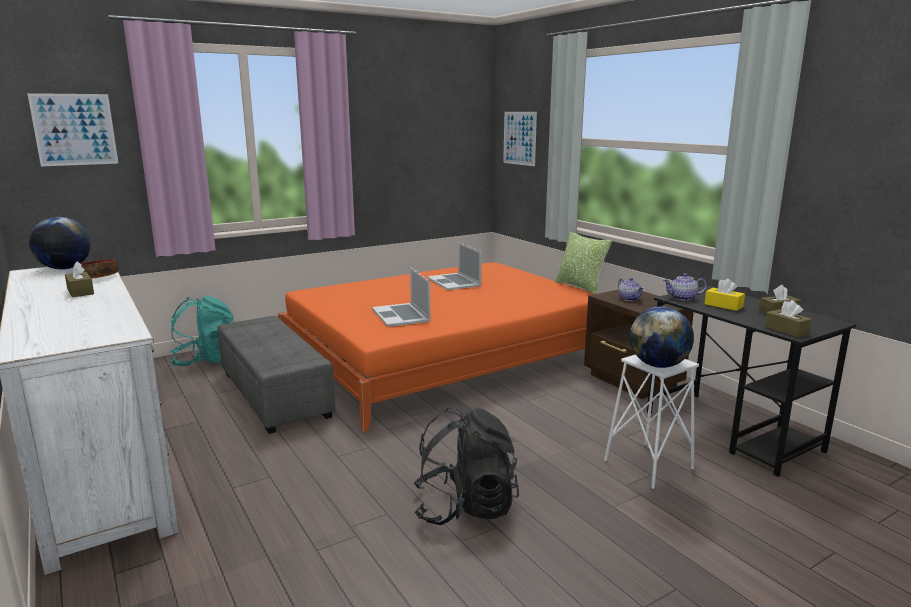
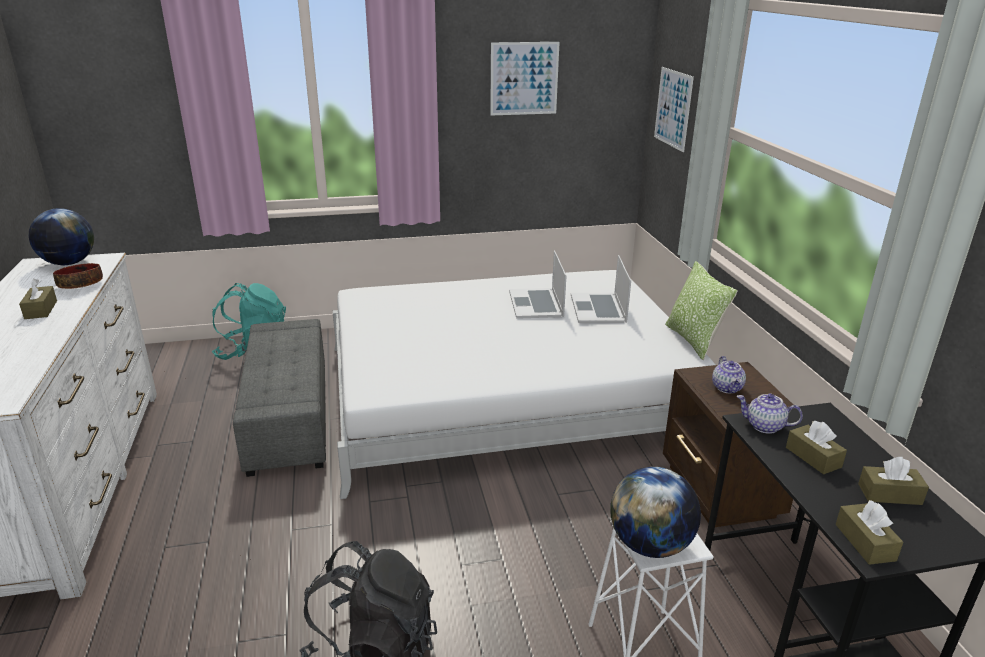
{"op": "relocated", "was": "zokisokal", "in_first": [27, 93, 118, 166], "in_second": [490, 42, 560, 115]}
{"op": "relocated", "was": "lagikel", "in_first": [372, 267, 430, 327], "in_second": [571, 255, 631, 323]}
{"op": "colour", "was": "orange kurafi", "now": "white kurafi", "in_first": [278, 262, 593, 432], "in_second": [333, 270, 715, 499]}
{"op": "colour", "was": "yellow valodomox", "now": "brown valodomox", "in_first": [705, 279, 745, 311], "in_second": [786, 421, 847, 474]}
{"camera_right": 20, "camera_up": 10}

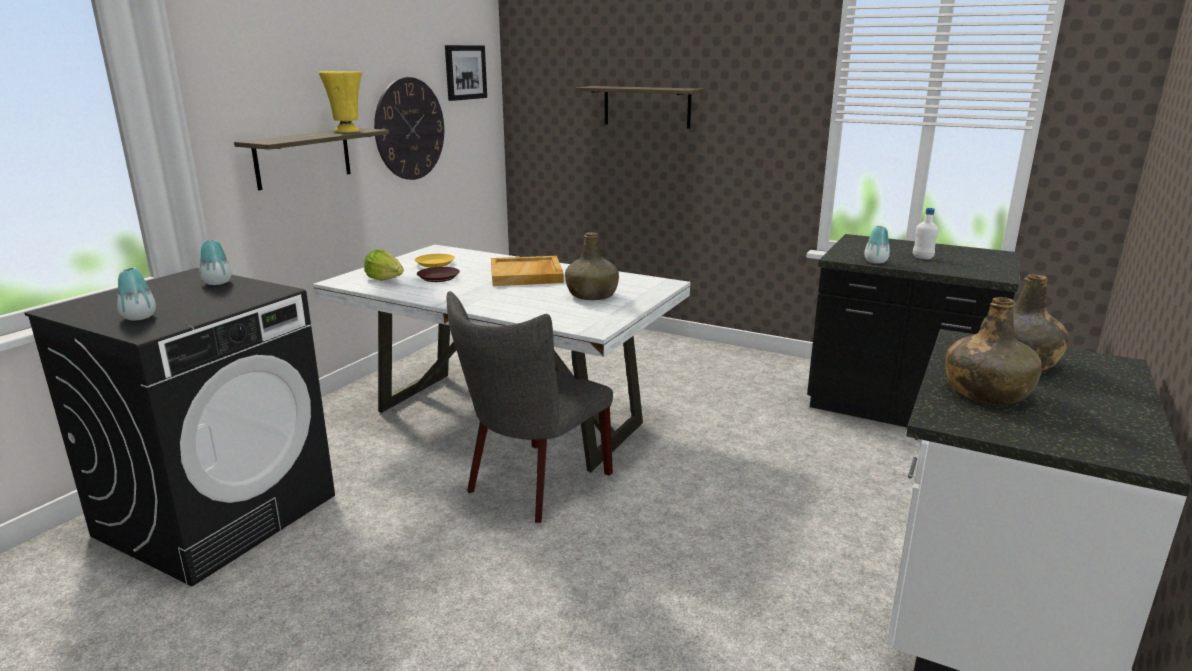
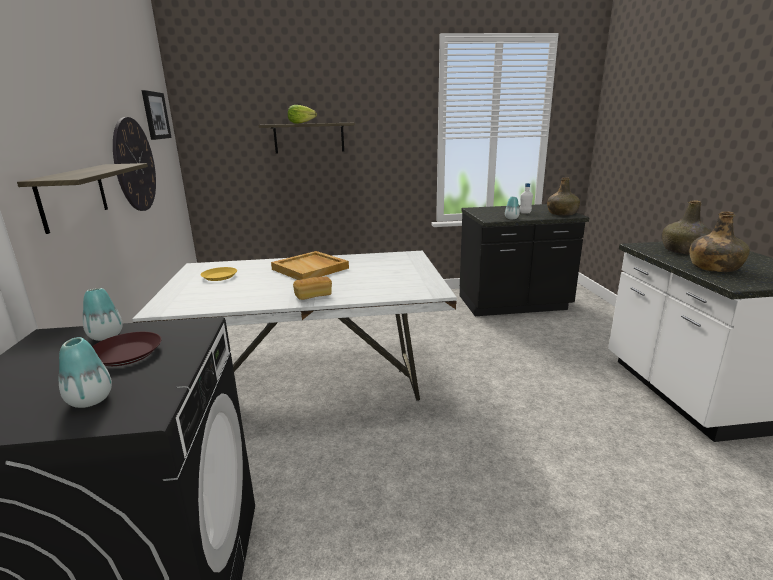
{"op": "missing", "was": "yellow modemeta", "in_first": [319, 71, 362, 133]}
{"op": "missing", "was": "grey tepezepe", "in_first": [447, 291, 613, 523]}
{"op": "appeared", "now": "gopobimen", "in_second": [293, 276, 332, 300]}
{"op": "relocated", "was": "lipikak", "in_first": [364, 250, 404, 281], "in_second": [287, 105, 317, 124]}
{"op": "relocated", "was": "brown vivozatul", "in_first": [417, 267, 460, 282], "in_second": [92, 332, 161, 366]}
{"op": "relocated", "was": "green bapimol", "in_first": [565, 232, 619, 300], "in_second": [547, 178, 580, 216]}
{"camera_right": -35, "camera_up": 0}

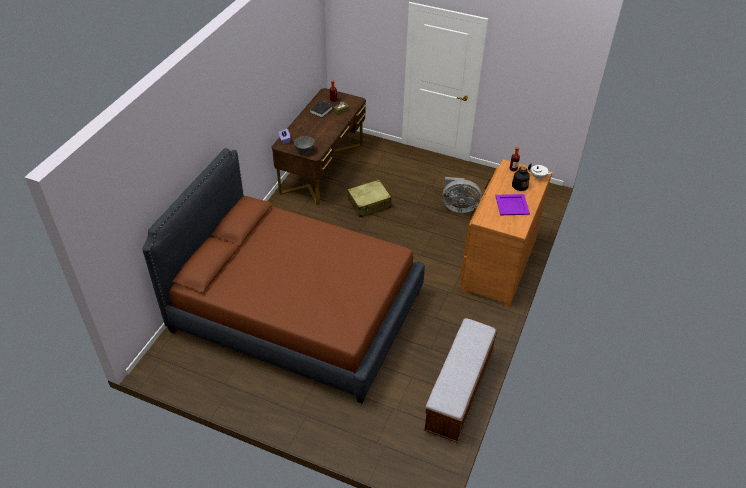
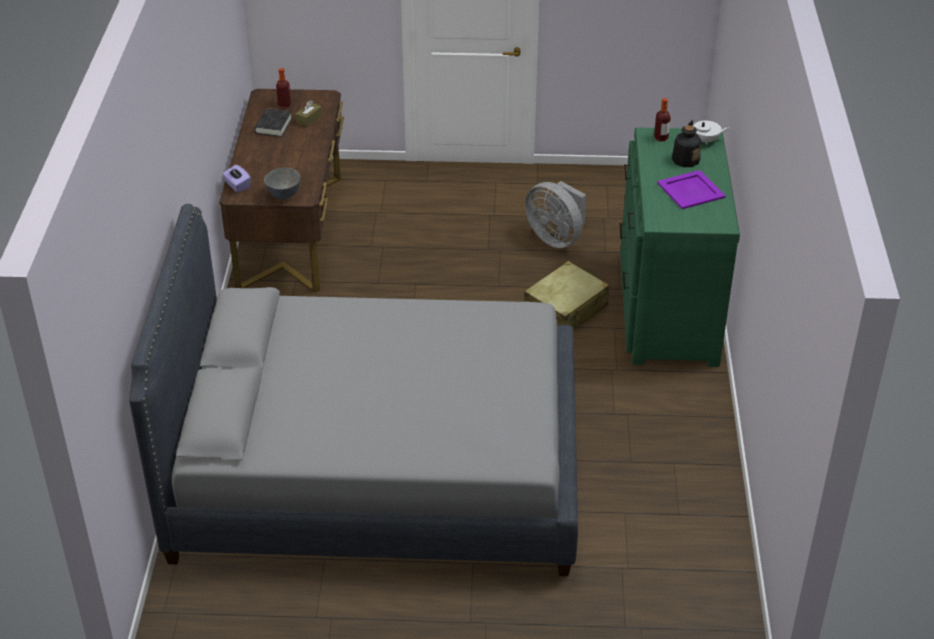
{"op": "missing", "was": "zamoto", "in_first": [424, 318, 498, 443]}
{"op": "relocated", "was": "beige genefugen", "in_first": [347, 180, 391, 218], "in_second": [524, 261, 609, 330]}
{"op": "colour", "was": "brown kurafi", "now": "grey kurafi", "in_first": [142, 148, 425, 404], "in_second": [129, 204, 578, 576]}
{"op": "colour", "was": "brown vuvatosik", "now": "green vuvatosik", "in_first": [460, 159, 552, 308], "in_second": [620, 127, 740, 367]}
{"op": "spun", "was": "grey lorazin", "in_first": [442, 177, 482, 213], "in_second": [525, 181, 586, 248], "clockwise": 60}
{"camera_right": -20, "camera_up": -5}

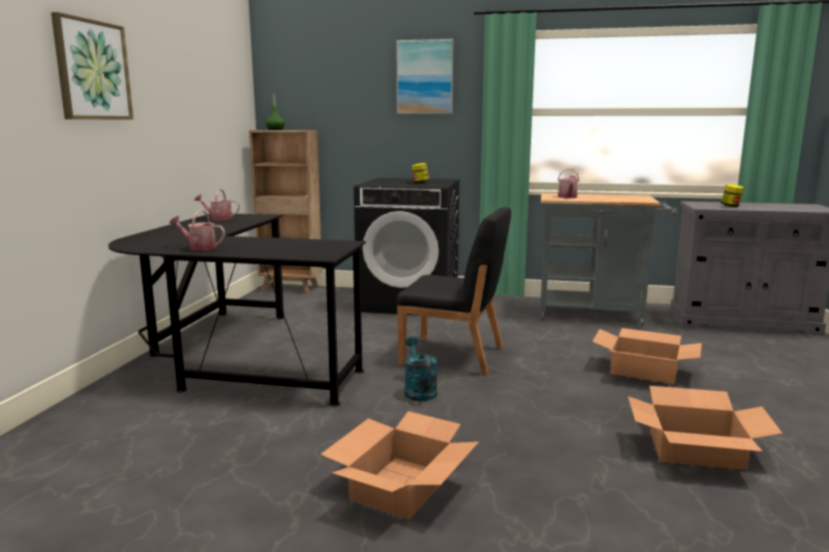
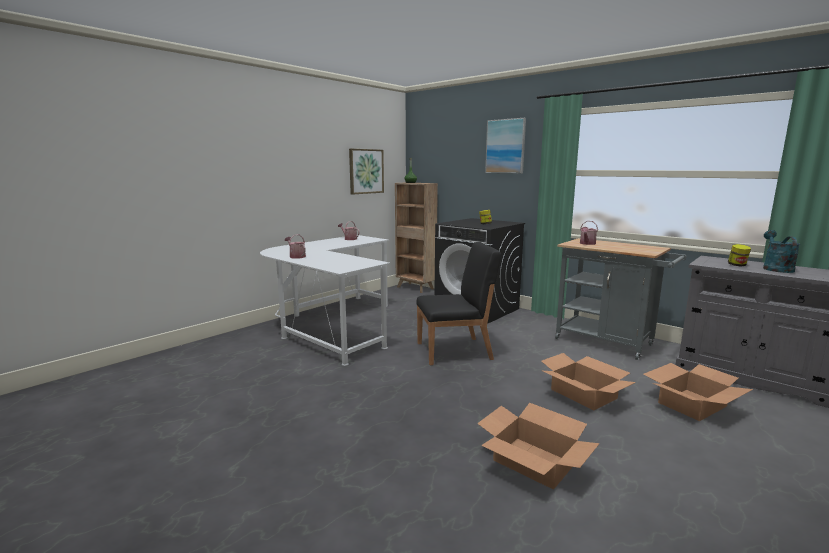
{"op": "relocated", "was": "zokisokal", "in_first": [51, 12, 133, 120], "in_second": [349, 149, 384, 194]}
{"op": "relocated", "was": "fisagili", "in_first": [320, 411, 479, 520], "in_second": [643, 363, 753, 421]}
{"op": "relocated", "was": "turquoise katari", "in_first": [404, 336, 438, 401], "in_second": [763, 230, 800, 273]}
{"op": "colour", "was": "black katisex", "now": "white katisex", "in_first": [108, 214, 366, 407], "in_second": [260, 235, 390, 366]}
{"op": "spun", "was": "black tepezepe", "in_first": [397, 207, 511, 375], "in_second": [416, 242, 501, 365], "clockwise": -60}
{"camera_right": 30, "camera_up": 0}

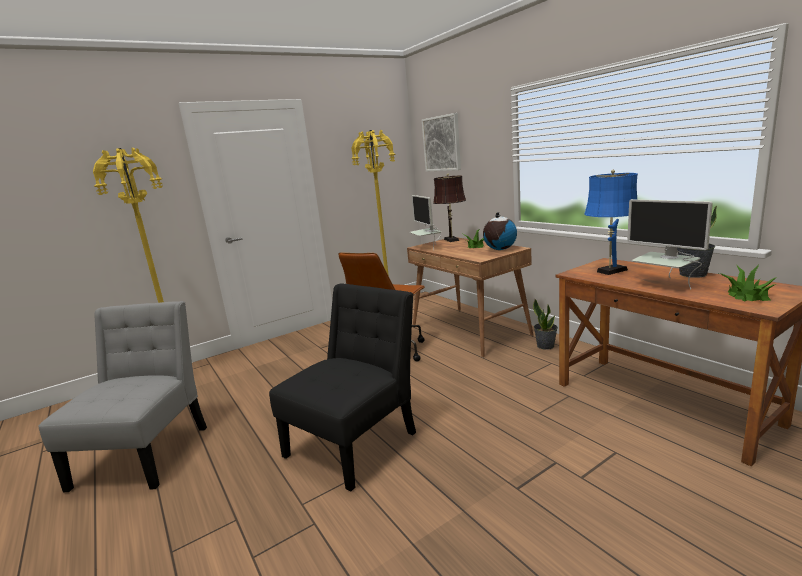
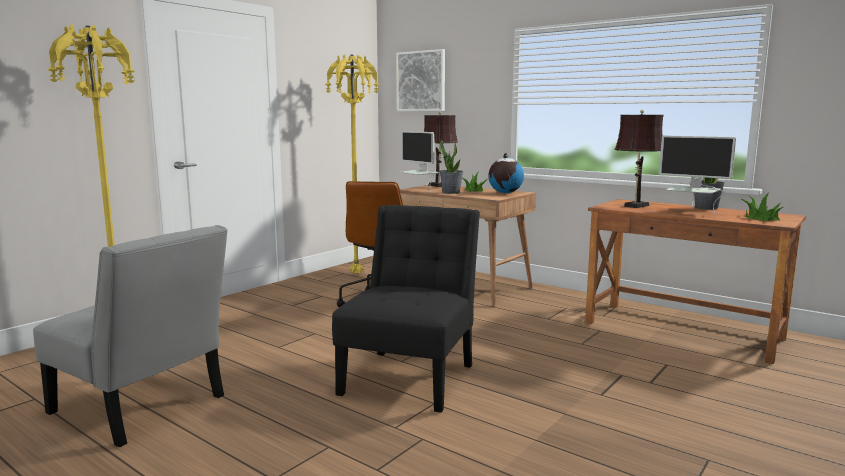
{"op": "relocated", "was": "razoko", "in_first": [533, 299, 558, 350], "in_second": [439, 139, 463, 194]}
{"op": "colour", "was": "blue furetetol", "now": "brown furetetol", "in_first": [584, 170, 638, 275], "in_second": [615, 110, 664, 208]}
{"op": "spun", "was": "grey tepezepe", "in_first": [39, 301, 207, 492], "in_second": [33, 225, 228, 447], "clockwise": 135}
{"camera_right": -20, "camera_up": -5}

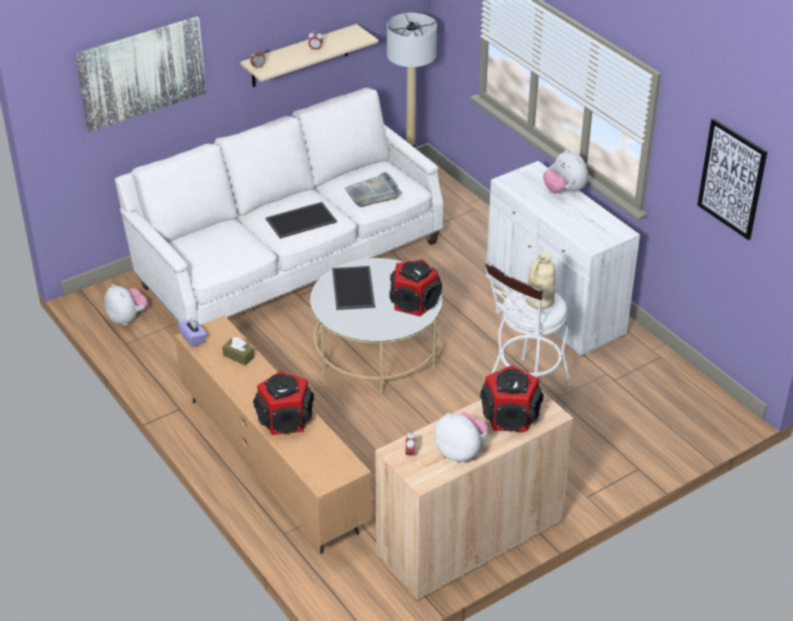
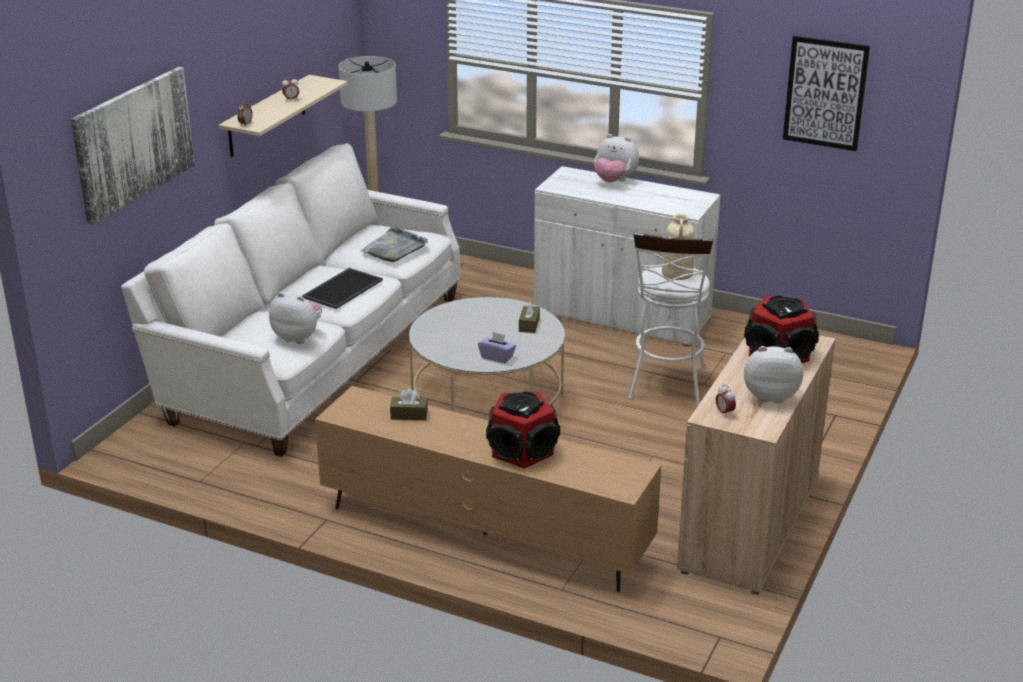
{"op": "missing", "was": "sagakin", "in_first": [332, 266, 375, 310]}
{"op": "relocated", "was": "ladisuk", "in_first": [104, 284, 148, 326], "in_second": [269, 293, 322, 344]}
{"op": "relocated", "was": "purple valodomox", "in_first": [178, 318, 207, 347], "in_second": [478, 332, 516, 364]}
{"op": "exchanged", "was": "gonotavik", "now": "brown valodomox", "in_first": [389, 259, 442, 316], "in_second": [519, 301, 540, 333]}
{"camera_right": -30, "camera_up": -10}

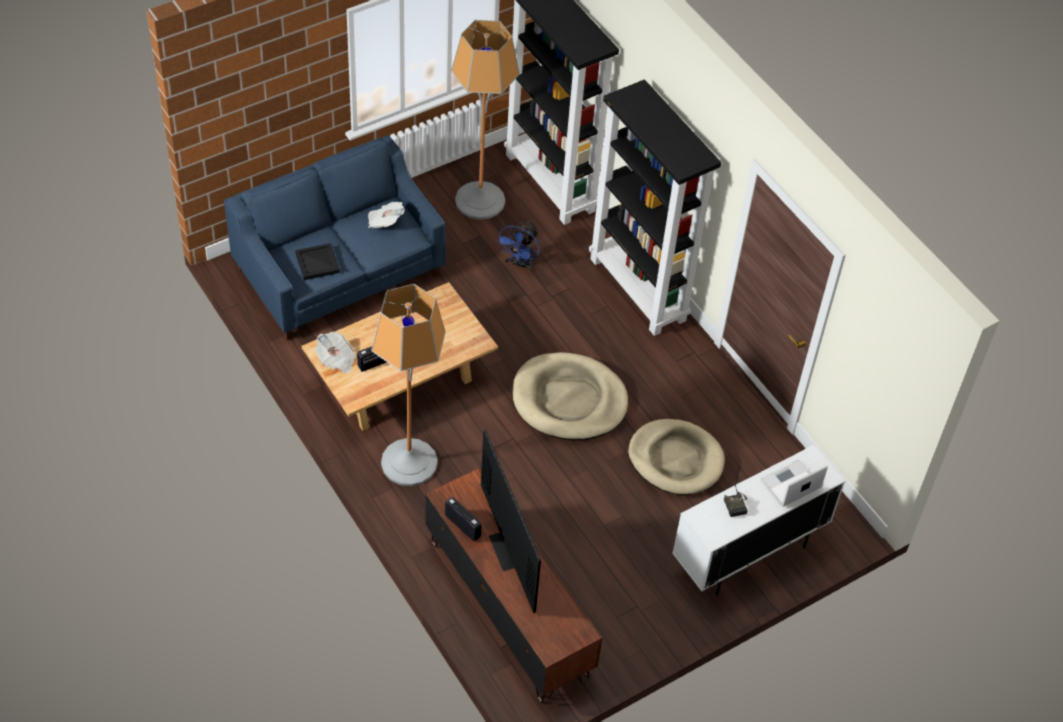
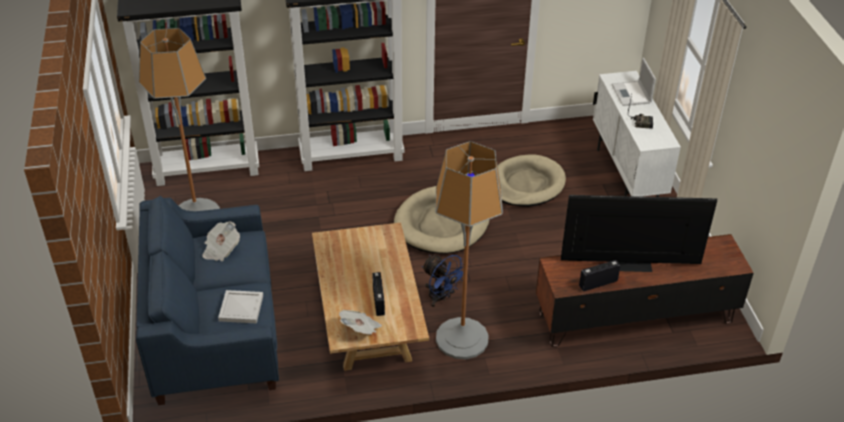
{"op": "relocated", "was": "blue lorazin", "in_first": [496, 220, 540, 272], "in_second": [422, 255, 464, 307]}
{"op": "colour", "was": "black sagakin", "now": "white sagakin", "in_first": [295, 243, 340, 280], "in_second": [218, 290, 263, 323]}
{"camera_right": -65, "camera_up": -10}

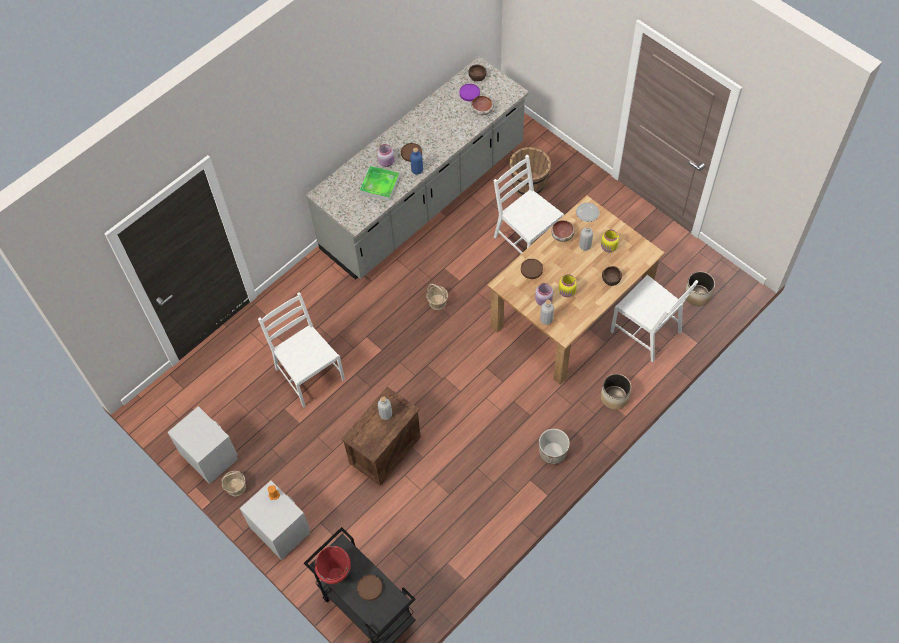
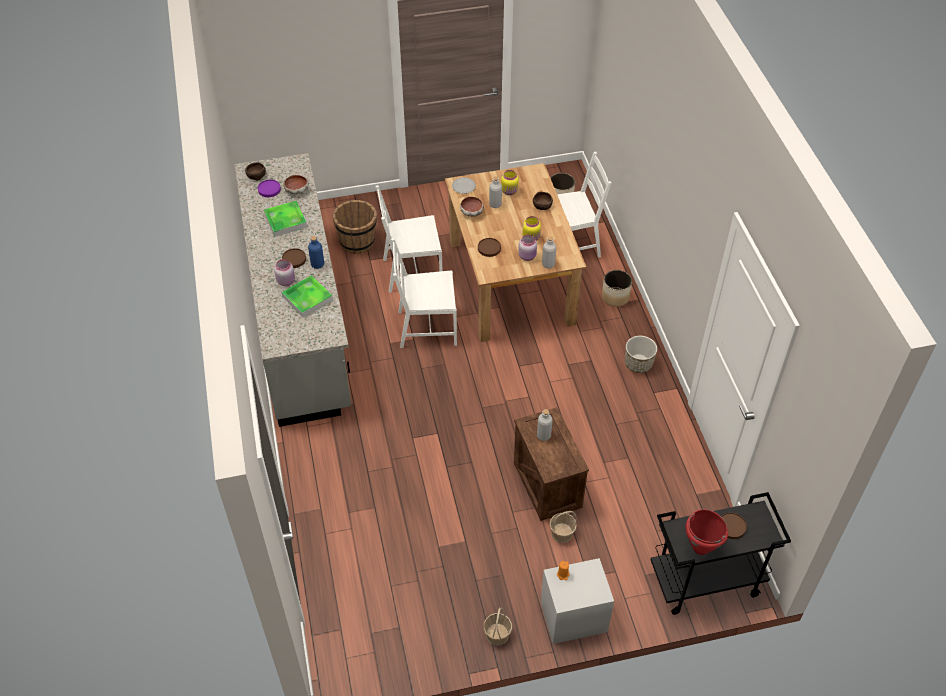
{"op": "missing", "was": "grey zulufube", "in_first": [168, 406, 238, 484]}
{"op": "appeared", "now": "sagakin", "in_second": [264, 201, 307, 236]}
{"op": "relocated", "was": "white tepezepe", "in_first": [258, 292, 345, 407], "in_second": [391, 238, 457, 348]}
{"op": "relocated", "was": "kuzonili", "in_first": [426, 284, 448, 310], "in_second": [549, 511, 577, 543]}
{"camera_right": -60, "camera_up": -10}

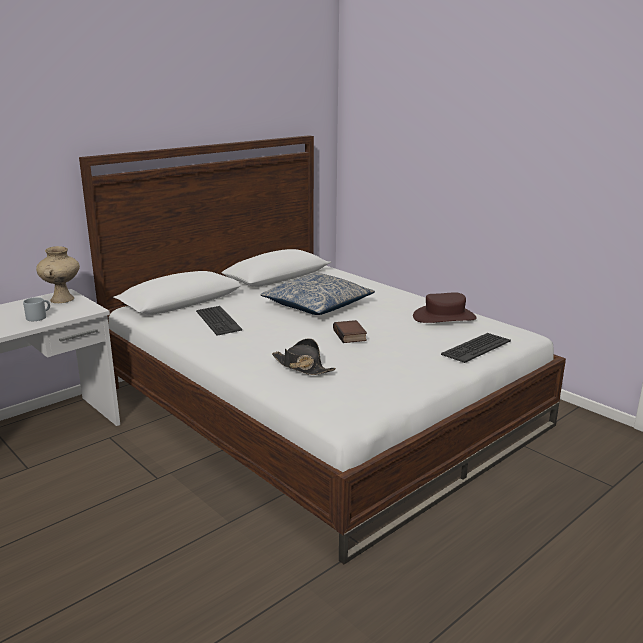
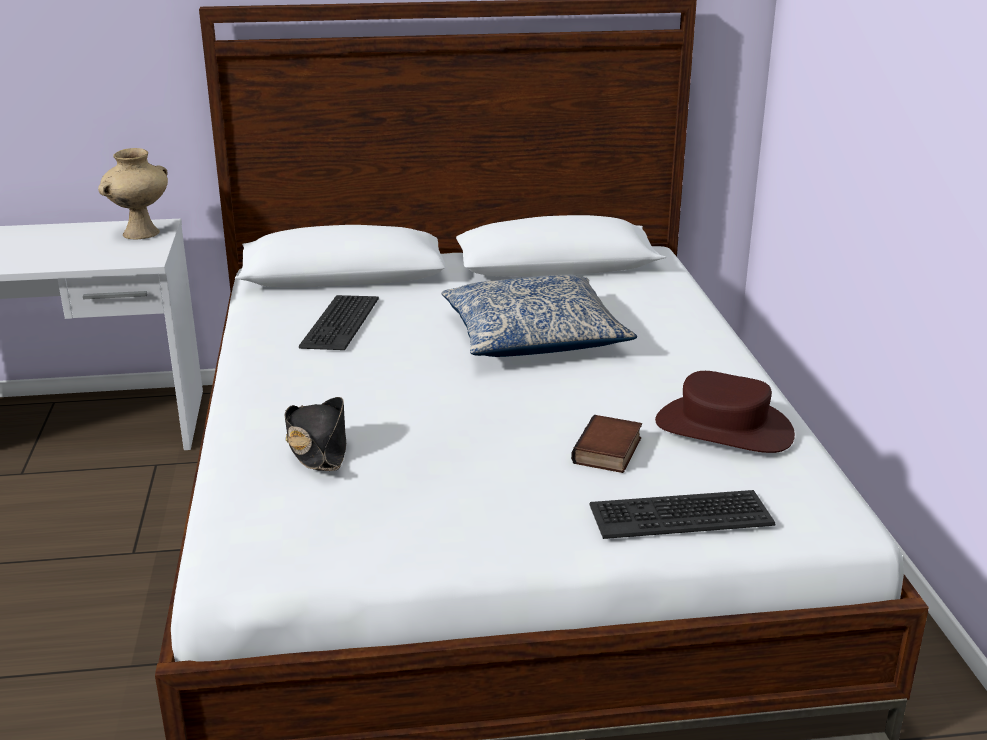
{"op": "missing", "was": "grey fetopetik", "in_first": [23, 297, 50, 321]}
{"op": "relocated", "was": "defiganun", "in_first": [333, 320, 367, 343], "in_second": [571, 415, 642, 473]}
{"camera_right": 35, "camera_up": 5}

